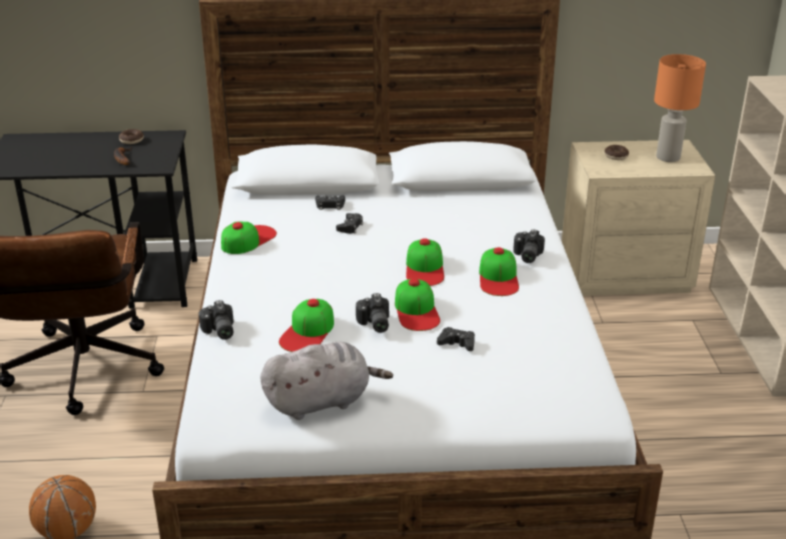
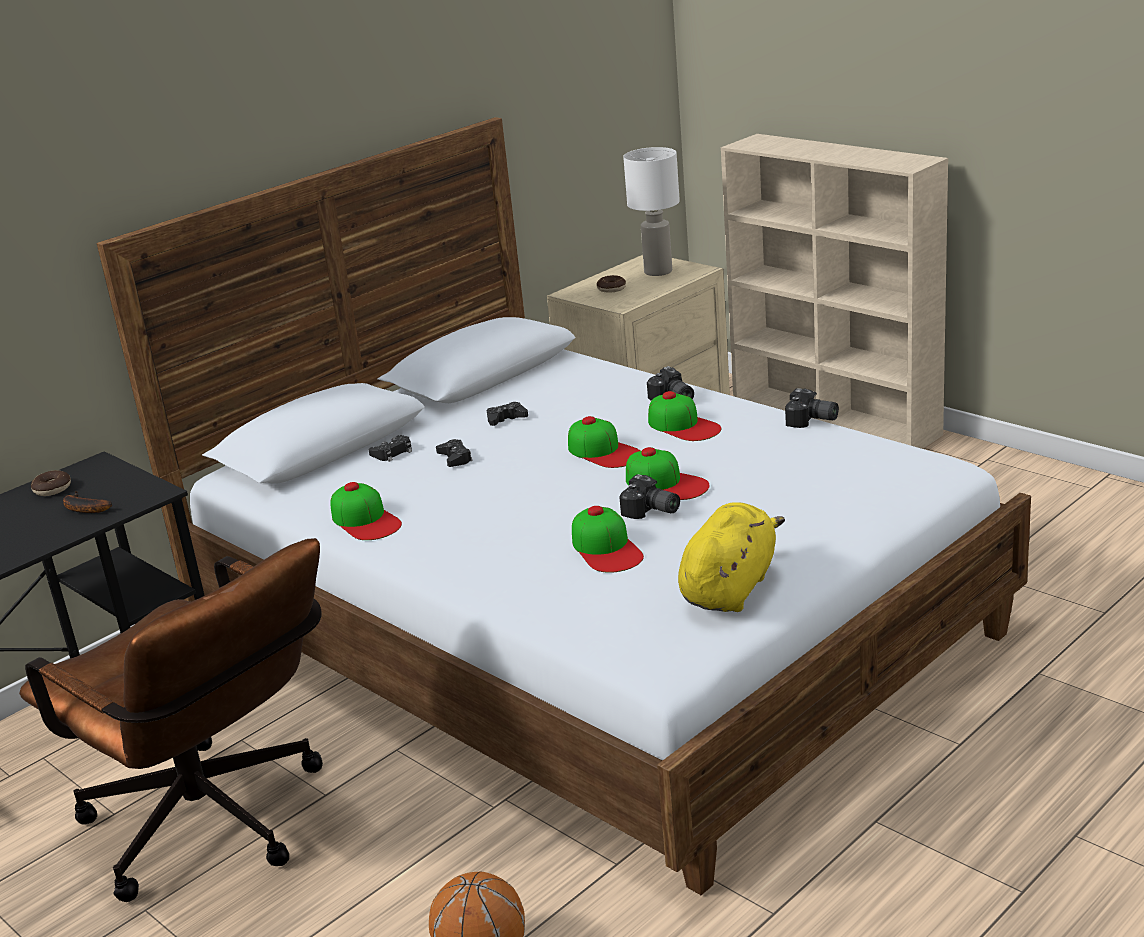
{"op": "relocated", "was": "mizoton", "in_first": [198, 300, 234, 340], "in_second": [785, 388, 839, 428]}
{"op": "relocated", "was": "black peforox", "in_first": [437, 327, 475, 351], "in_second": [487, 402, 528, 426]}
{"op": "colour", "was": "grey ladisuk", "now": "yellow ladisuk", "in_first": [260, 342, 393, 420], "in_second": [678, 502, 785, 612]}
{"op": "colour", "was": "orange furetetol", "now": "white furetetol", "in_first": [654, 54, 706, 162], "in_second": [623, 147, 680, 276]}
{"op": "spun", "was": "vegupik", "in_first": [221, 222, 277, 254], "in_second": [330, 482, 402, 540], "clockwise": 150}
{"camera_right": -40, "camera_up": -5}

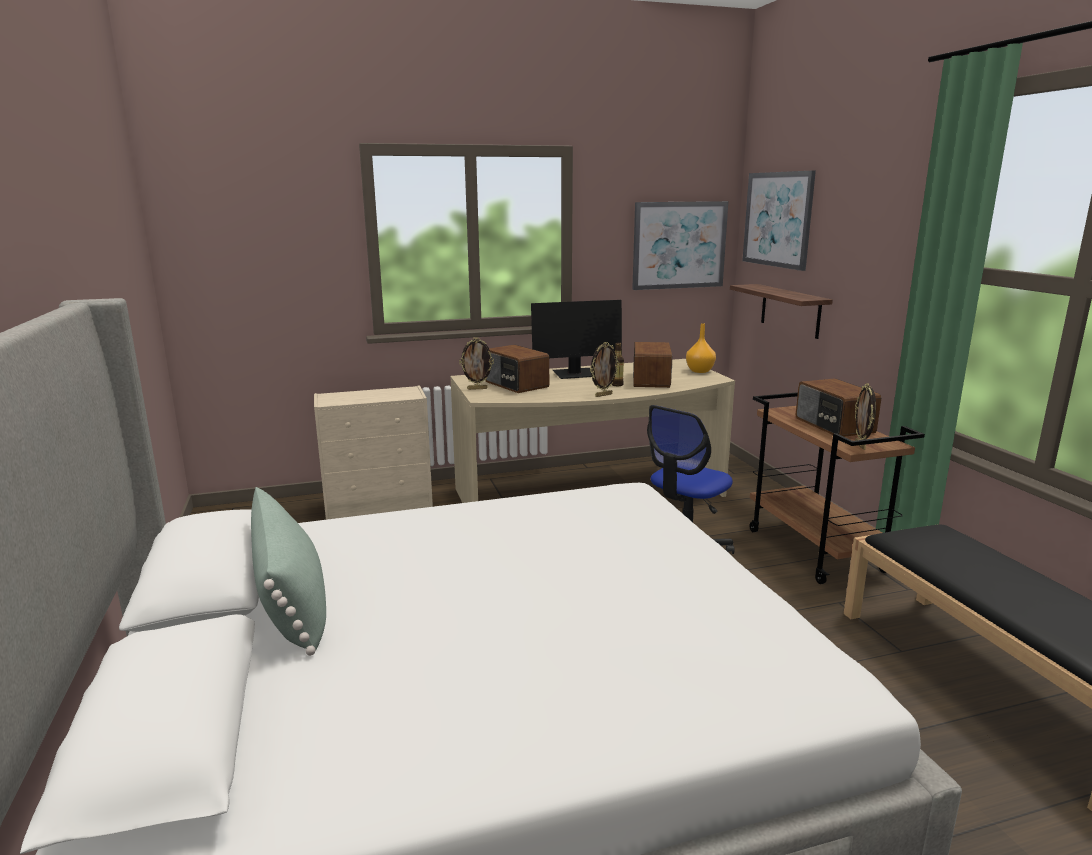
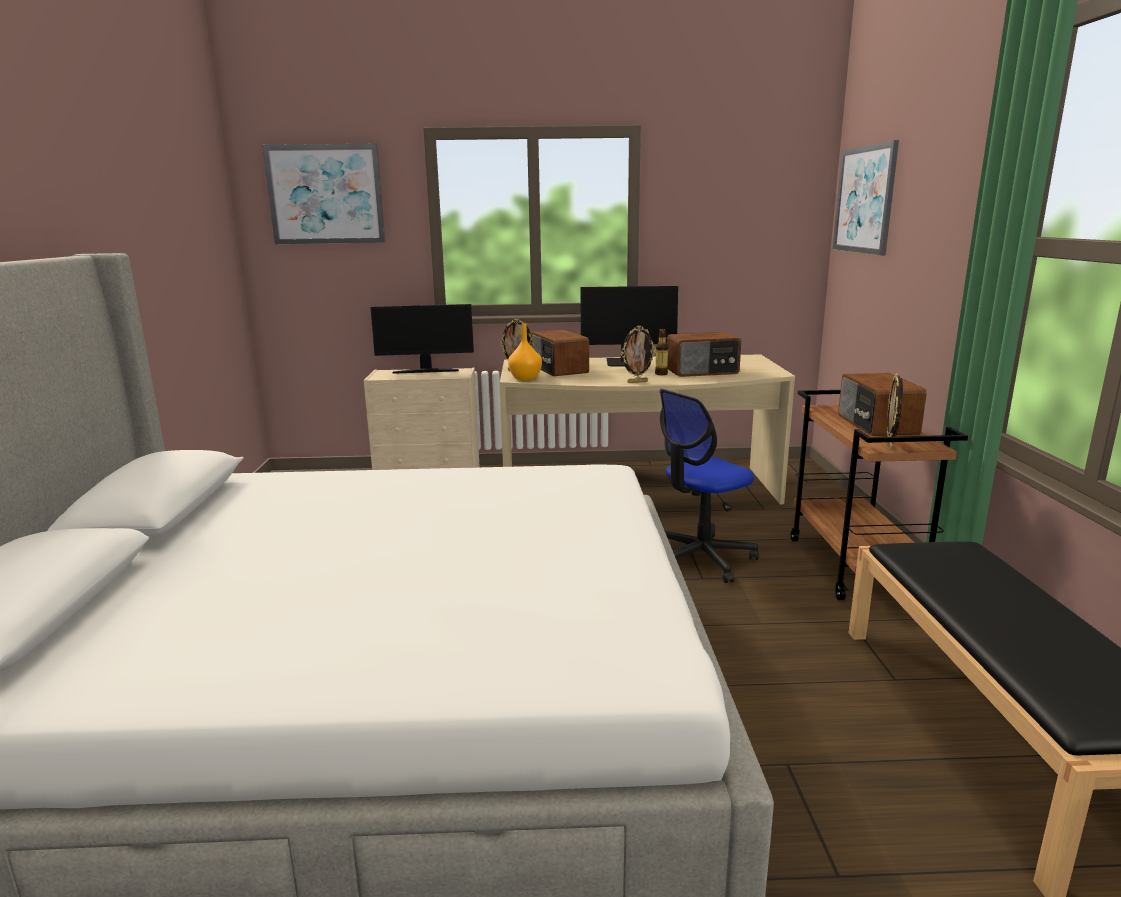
{"op": "missing", "was": "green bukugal", "in_first": [251, 487, 326, 656]}
{"op": "missing", "was": "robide", "in_first": [730, 284, 833, 339]}
{"op": "appeared", "now": "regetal", "in_second": [370, 304, 474, 374]}
{"op": "relocated", "was": "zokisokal", "in_first": [632, 201, 728, 290], "in_second": [262, 144, 385, 244]}
{"op": "relocated", "was": "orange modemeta", "in_first": [686, 323, 716, 373], "in_second": [508, 323, 542, 381]}
{"op": "spun", "was": "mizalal", "in_first": [633, 342, 672, 388], "in_second": [667, 332, 741, 377], "clockwise": 60}
{"camera_right": 15, "camera_up": 0}

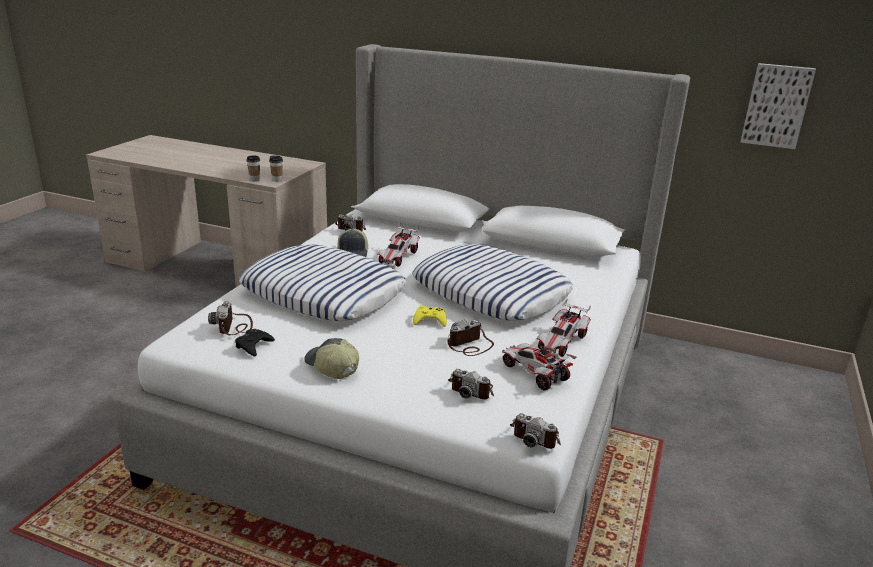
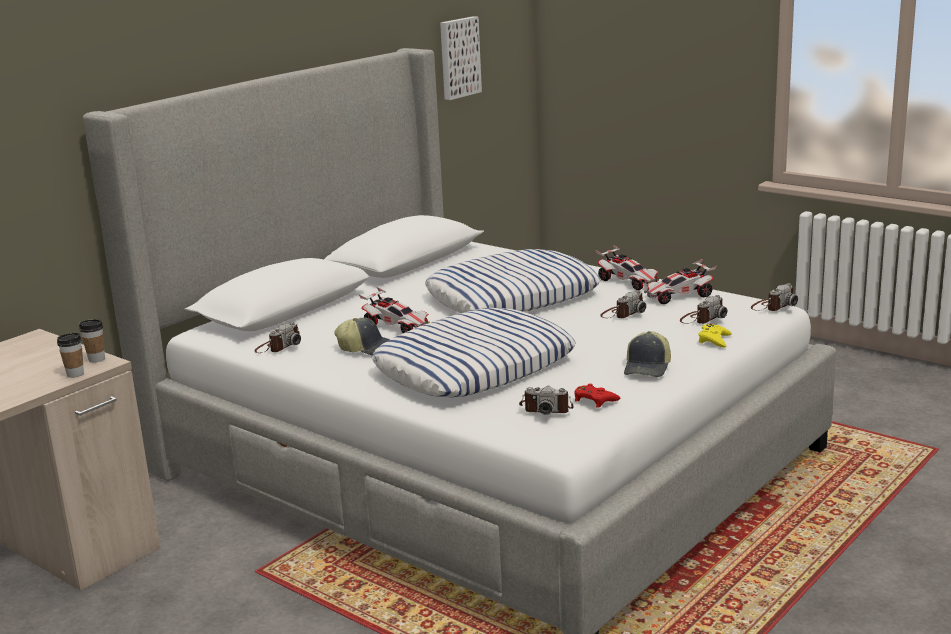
{"op": "relocated", "was": "yellow peforox", "in_first": [413, 305, 447, 327], "in_second": [699, 324, 732, 348]}
{"op": "colour", "was": "black peforox", "now": "red peforox", "in_first": [235, 329, 275, 356], "in_second": [575, 384, 620, 408]}
{"op": "spun", "was": "vegupik", "in_first": [304, 338, 359, 379], "in_second": [624, 331, 671, 377], "clockwise": -45}
{"op": "spun", "was": "mizoton", "in_first": [447, 319, 494, 356], "in_second": [600, 290, 646, 318], "clockwise": -120}
{"camera_right": -70, "camera_up": -5}

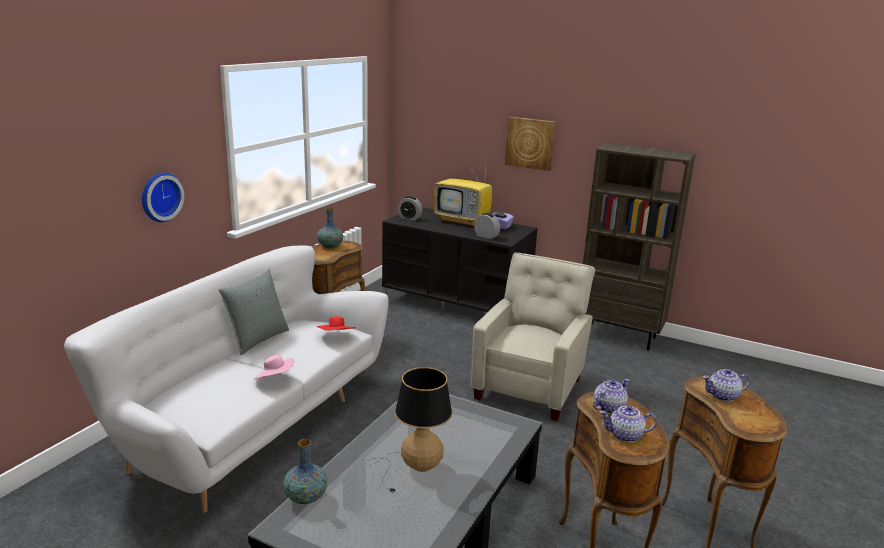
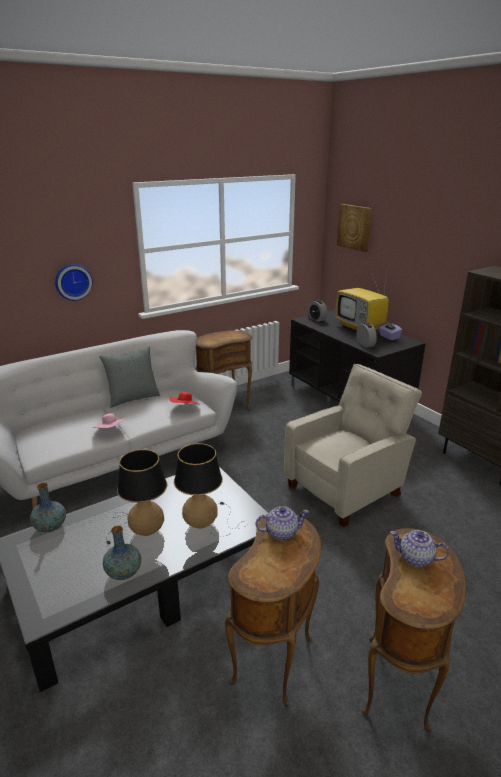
{"op": "missing", "was": "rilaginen", "in_first": [600, 405, 657, 442]}
{"op": "appeared", "now": "furetetol", "in_second": [174, 443, 247, 536]}
{"op": "relocated", "was": "modemeta", "in_first": [317, 208, 343, 248], "in_second": [103, 526, 141, 580]}
{"op": "relocated", "was": "zokisokal", "in_first": [505, 117, 555, 171], "in_second": [337, 204, 372, 252]}
{"camera_right": 30, "camera_up": 5}

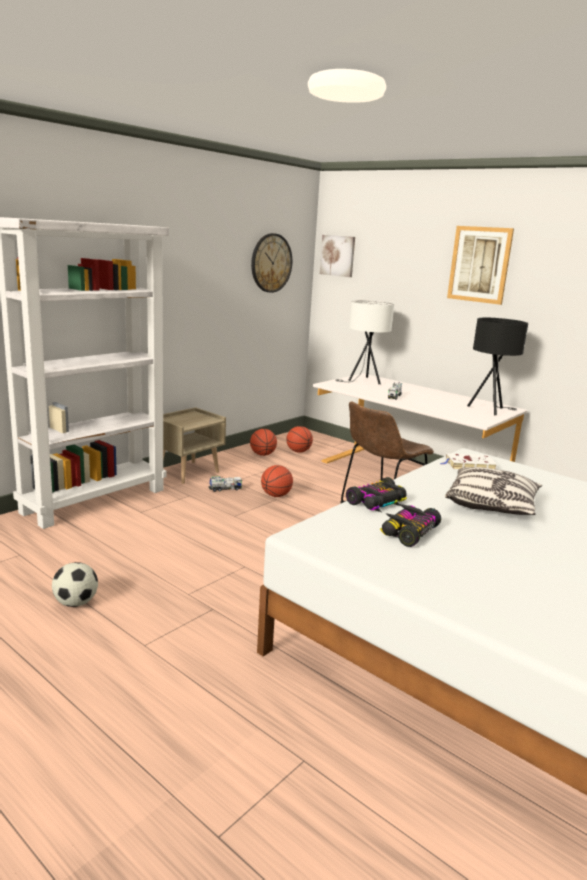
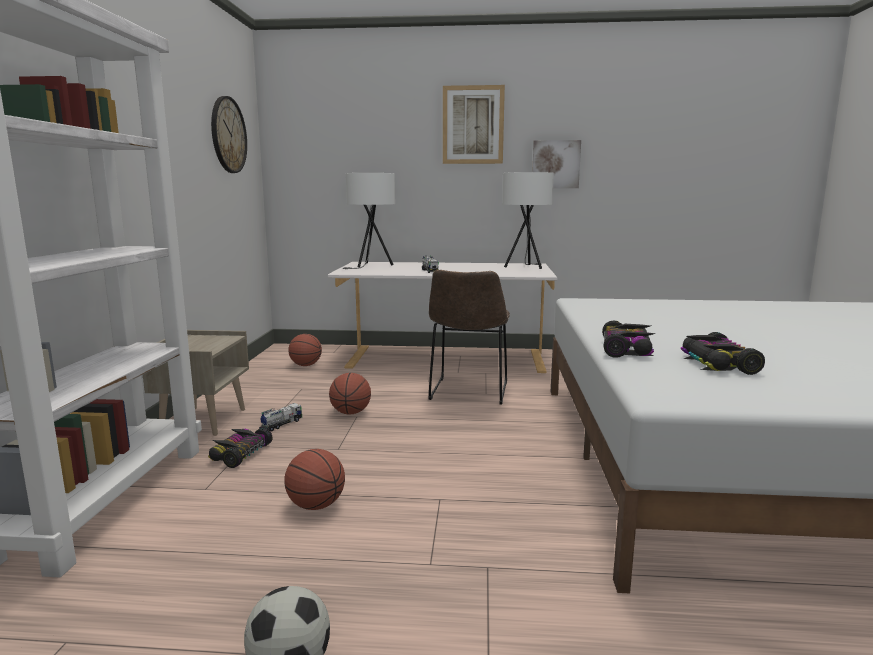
{"op": "missing", "was": "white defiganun", "in_first": [441, 453, 497, 470]}
{"op": "missing", "was": "bukugal", "in_first": [445, 467, 542, 515]}
{"op": "appeared", "now": "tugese", "in_second": [208, 428, 272, 468]}
{"op": "relocated", "was": "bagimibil", "in_first": [250, 429, 277, 456], "in_second": [284, 449, 345, 510]}
{"op": "relocated", "was": "zokisokal", "in_first": [320, 235, 355, 277], "in_second": [532, 140, 581, 188]}
{"op": "colour", "was": "black furetetol", "now": "white furetetol", "in_first": [467, 318, 528, 415], "in_second": [503, 172, 554, 269]}
{"camera_right": -35, "camera_up": -5}

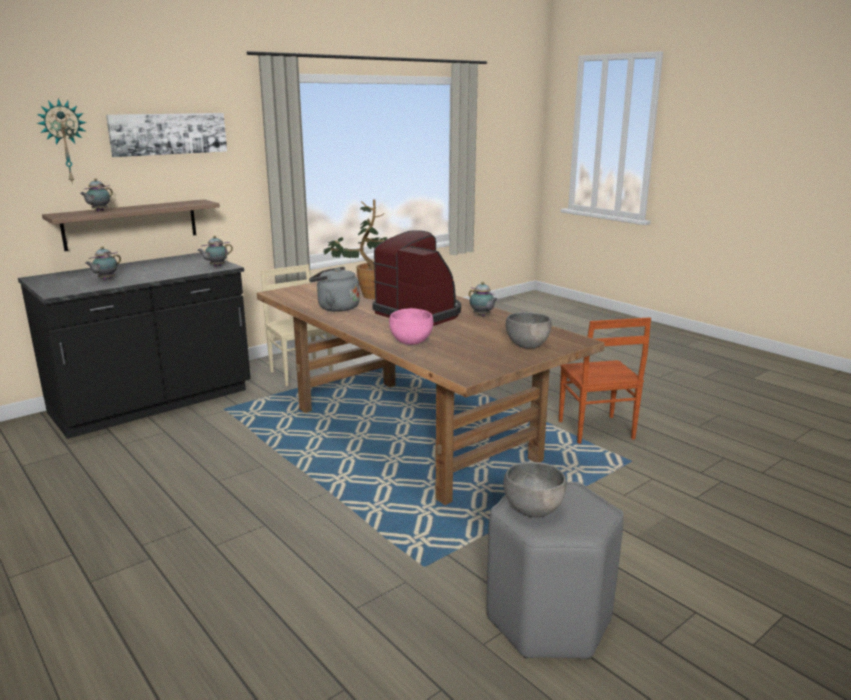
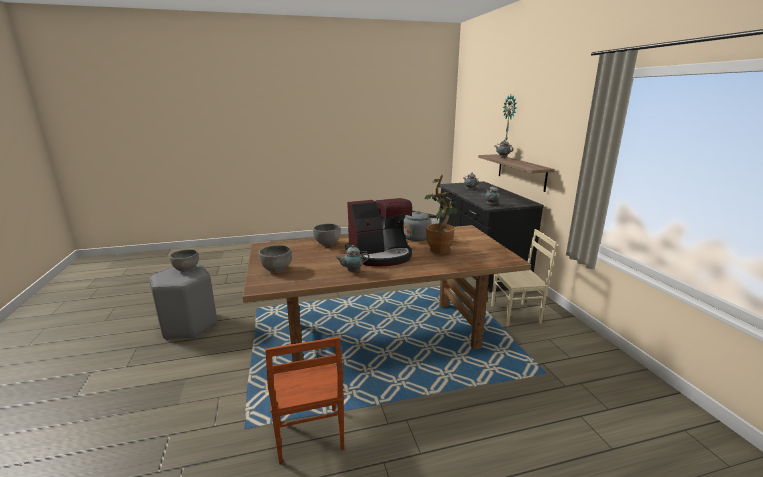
{"op": "missing", "was": "zokisokal", "in_first": [106, 113, 227, 157]}
{"op": "colour", "was": "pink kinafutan", "now": "grey kinafutan", "in_first": [389, 308, 433, 345], "in_second": [313, 224, 341, 246]}
{"op": "spun", "was": "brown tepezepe", "in_first": [559, 317, 651, 444], "in_second": [265, 337, 344, 465], "clockwise": -120}
{"camera_right": 115, "camera_up": 0}

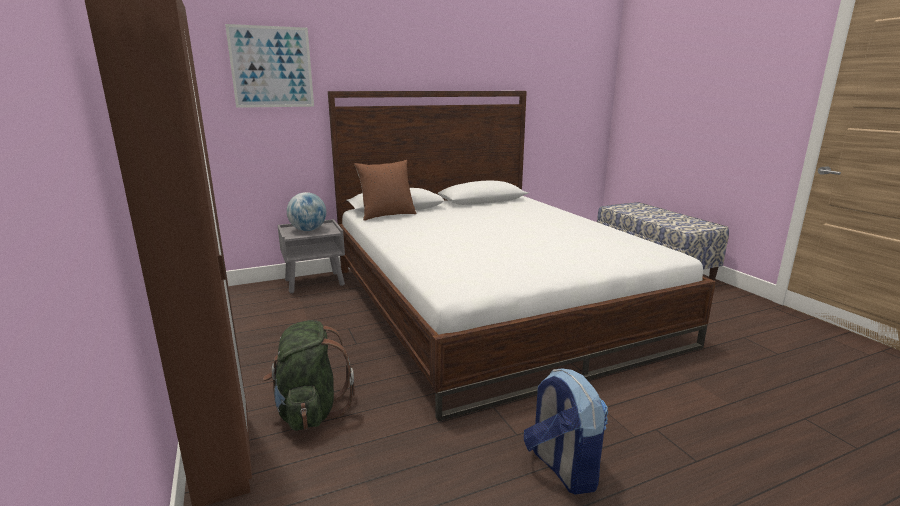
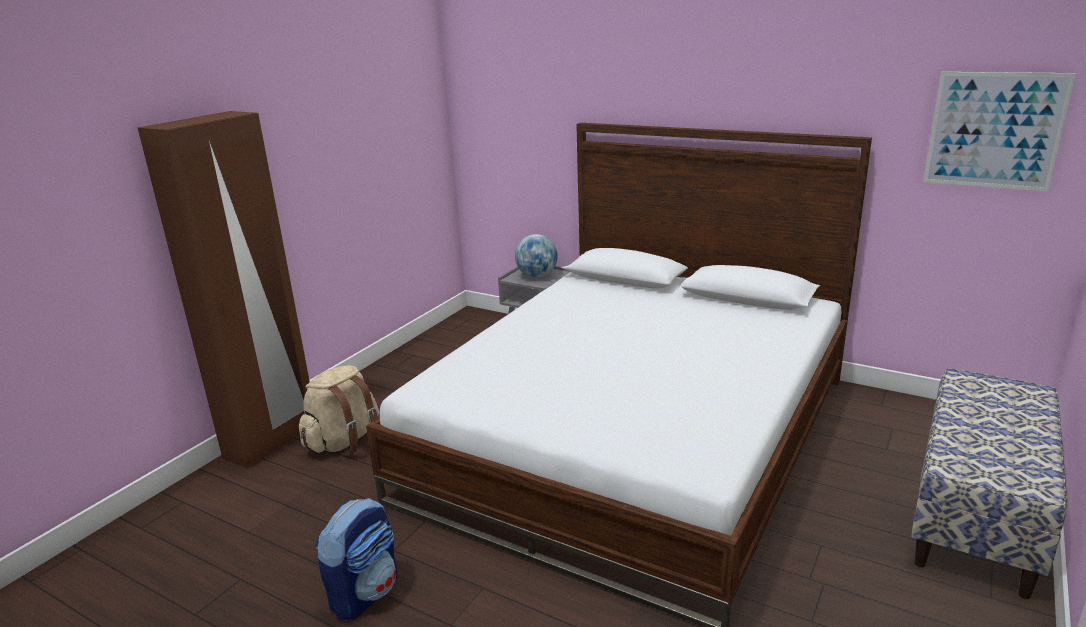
{"op": "missing", "was": "brown bukugal", "in_first": [354, 160, 416, 221]}
{"op": "relocated", "was": "zokisokal", "in_first": [225, 24, 314, 108], "in_second": [923, 72, 1076, 191]}
{"op": "colour", "was": "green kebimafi", "now": "beige kebimafi", "in_first": [263, 320, 354, 431], "in_second": [299, 365, 379, 456]}
{"camera_right": 55, "camera_up": 5}

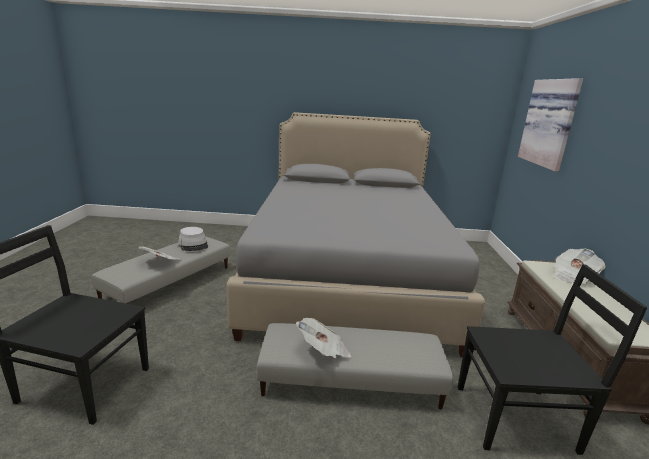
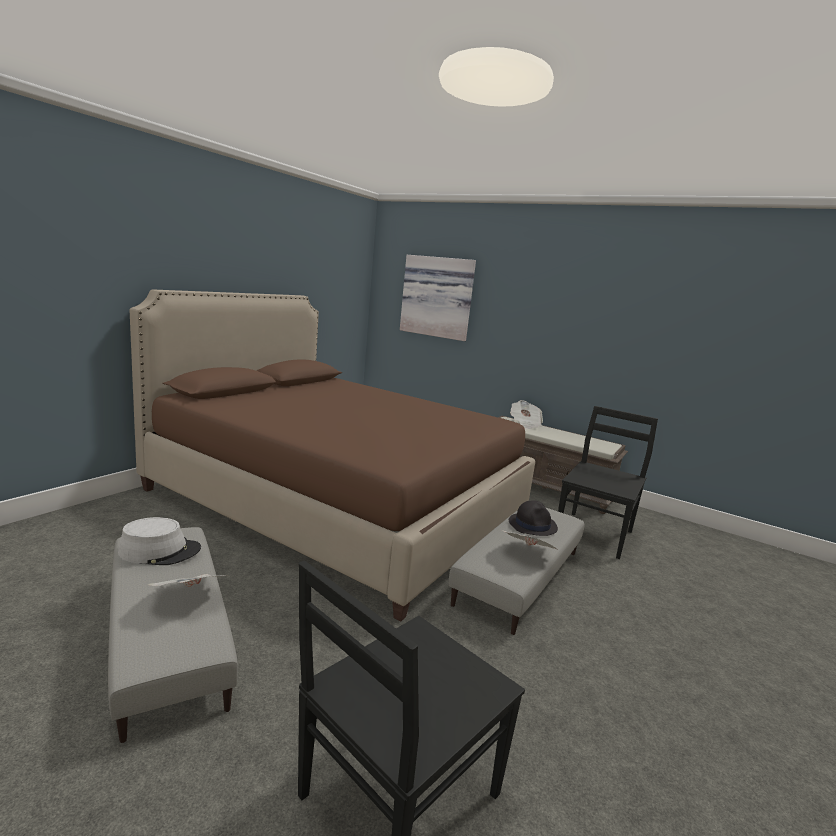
{"op": "appeared", "now": "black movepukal", "in_second": [509, 500, 558, 536]}
{"op": "colour", "was": "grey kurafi", "now": "brown kurafi", "in_first": [226, 112, 485, 357], "in_second": [130, 289, 535, 621]}
{"camera_right": -60, "camera_up": -5}

